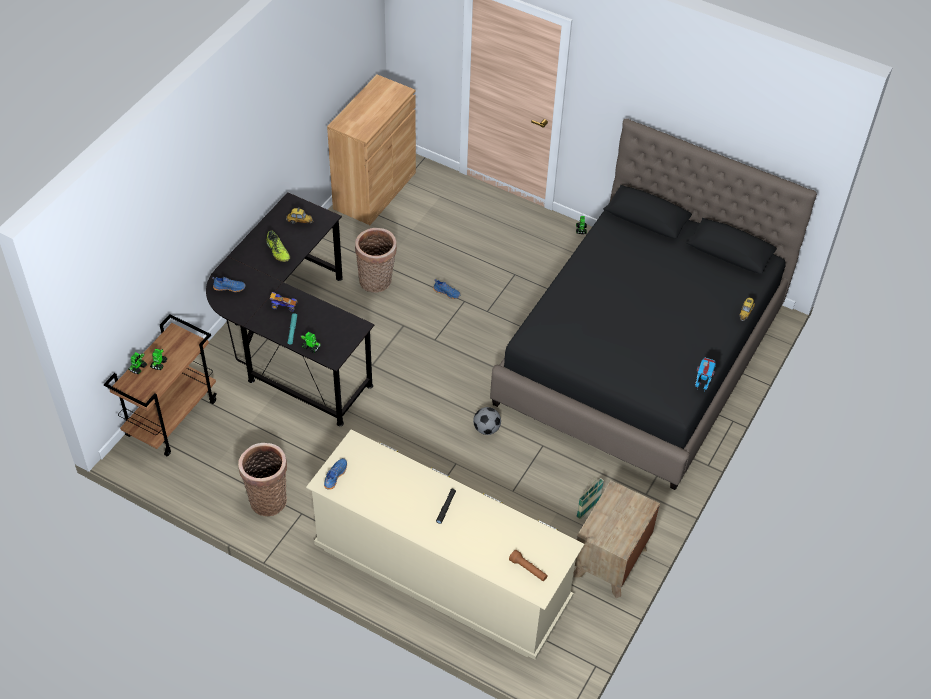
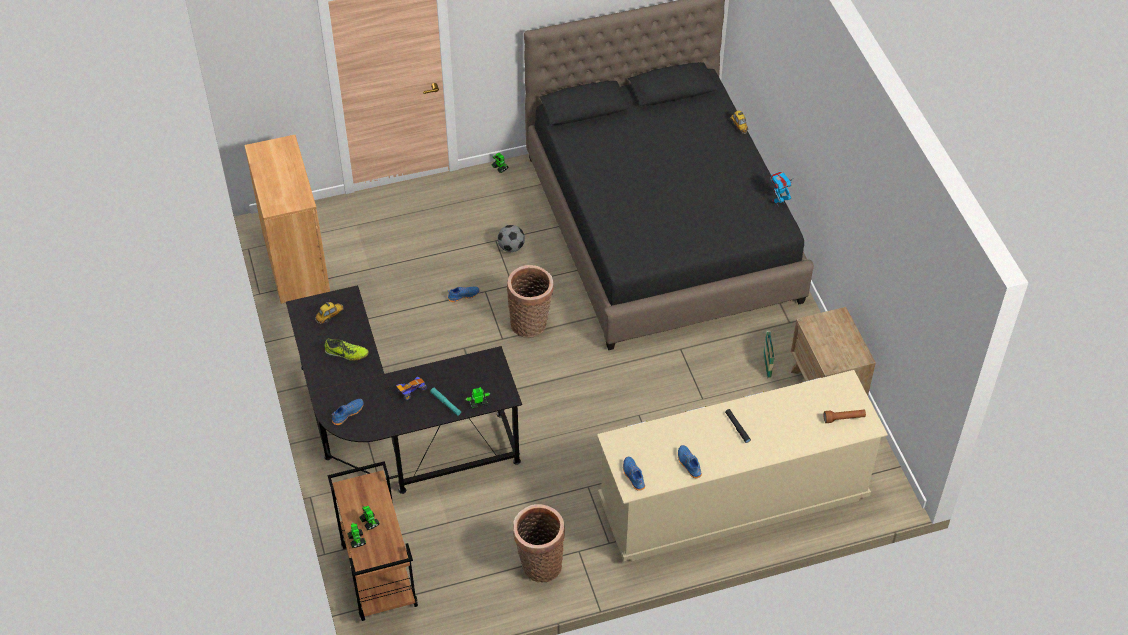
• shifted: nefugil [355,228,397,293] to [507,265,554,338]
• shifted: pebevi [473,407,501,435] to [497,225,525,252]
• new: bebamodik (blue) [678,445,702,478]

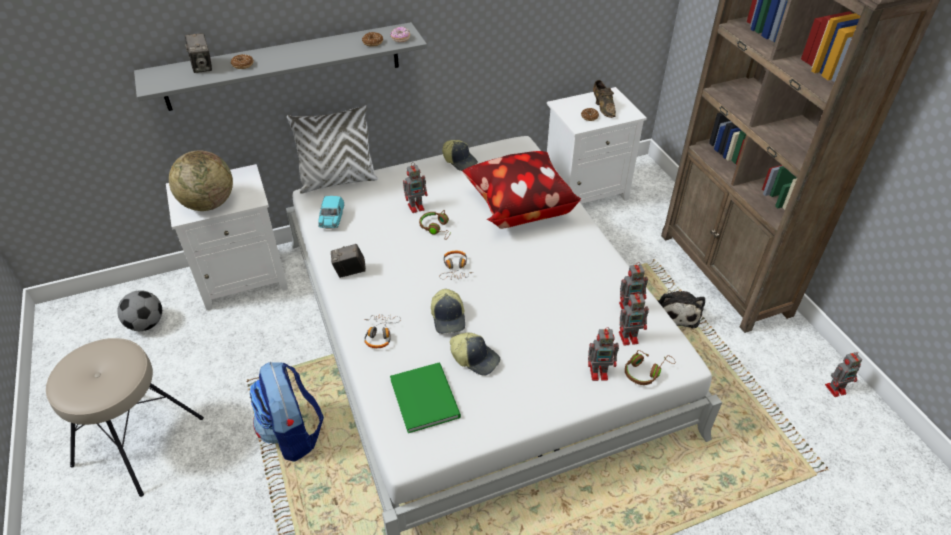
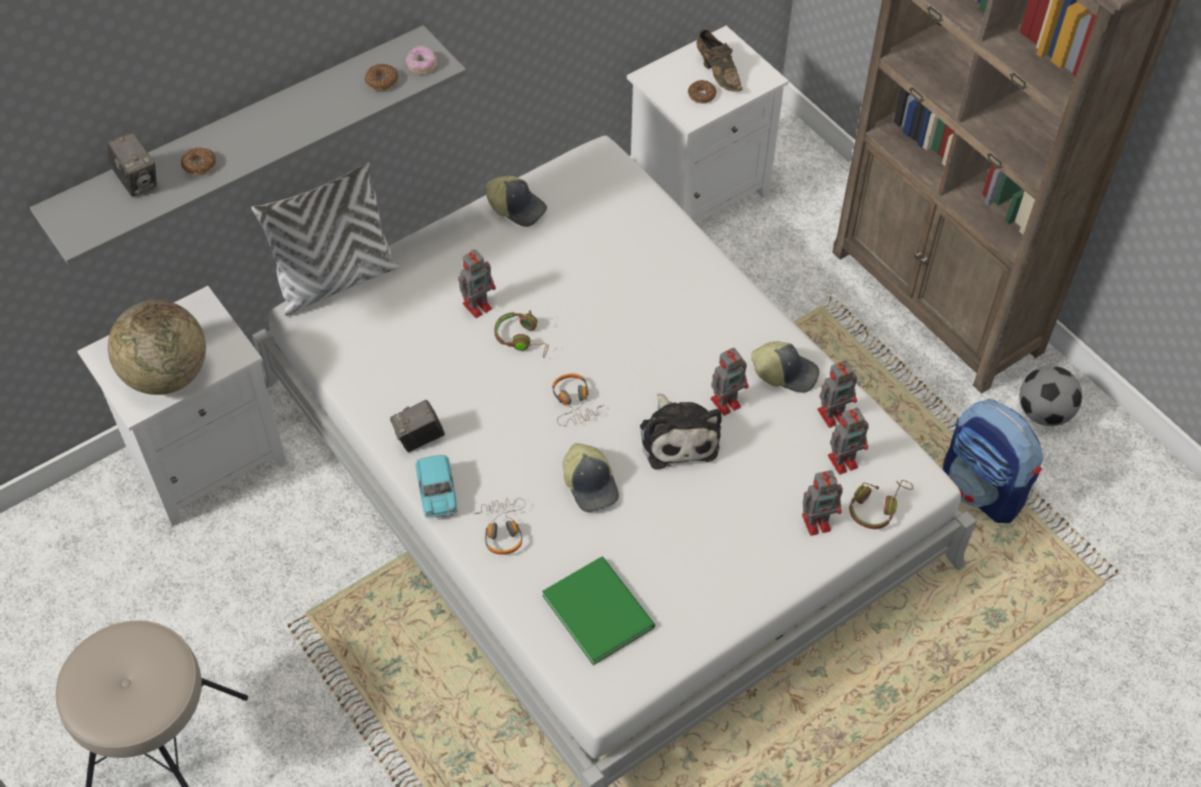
• shifted: pebevi [117,290,162,331] to [1019,366,1082,426]
• shifted: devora [250,362,324,462] to [943,399,1043,523]
• shifted: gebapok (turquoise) [318,196,345,229] to [416,455,458,518]
• shifted: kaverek [450,332,500,376] to [751,341,820,393]
• gone: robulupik [462,151,581,229]
• shifted: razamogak [657,290,705,328] to [640,393,722,469]
• shifted: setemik [825,352,862,397] to [711,348,749,416]

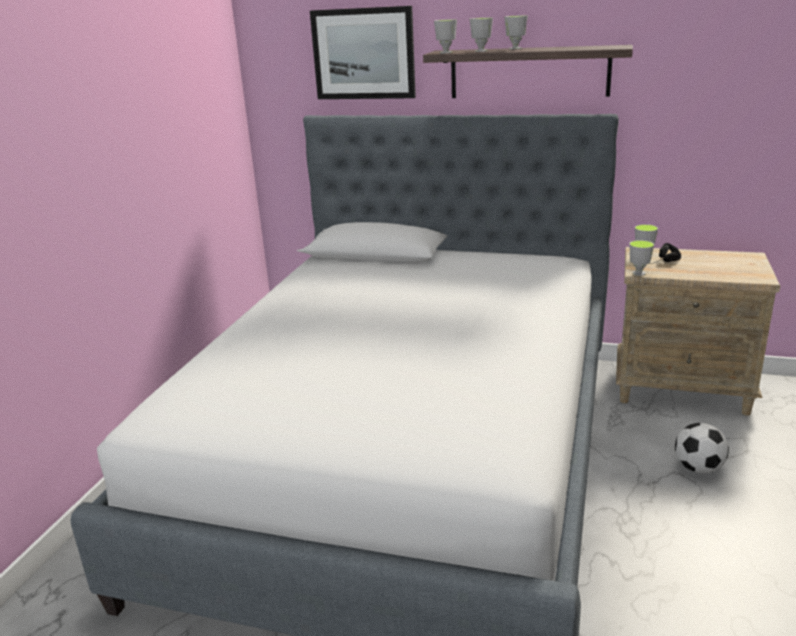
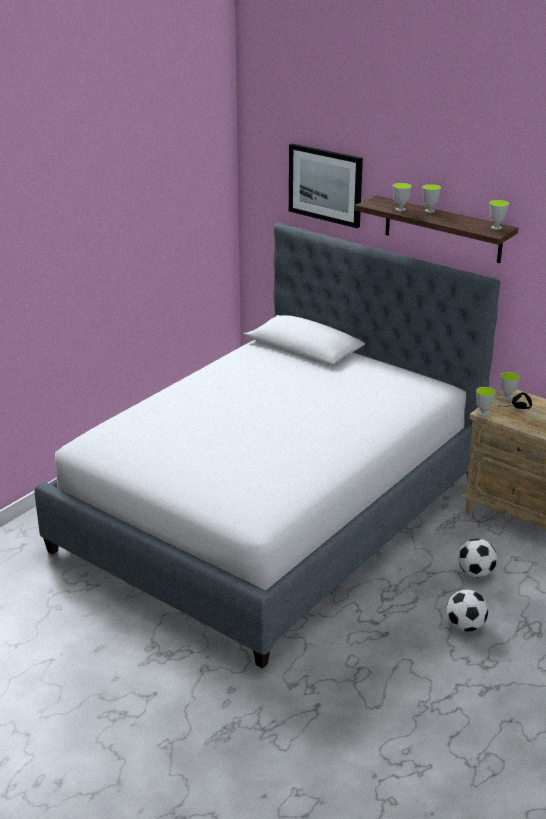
• shifted: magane [434,19,457,53] to [489,200,509,230]
• new: pebevi [446,590,488,632]

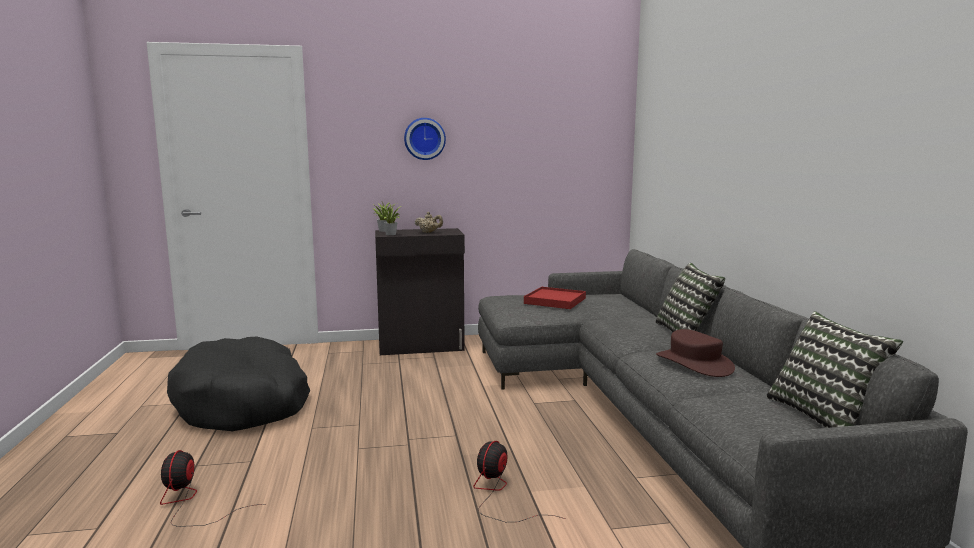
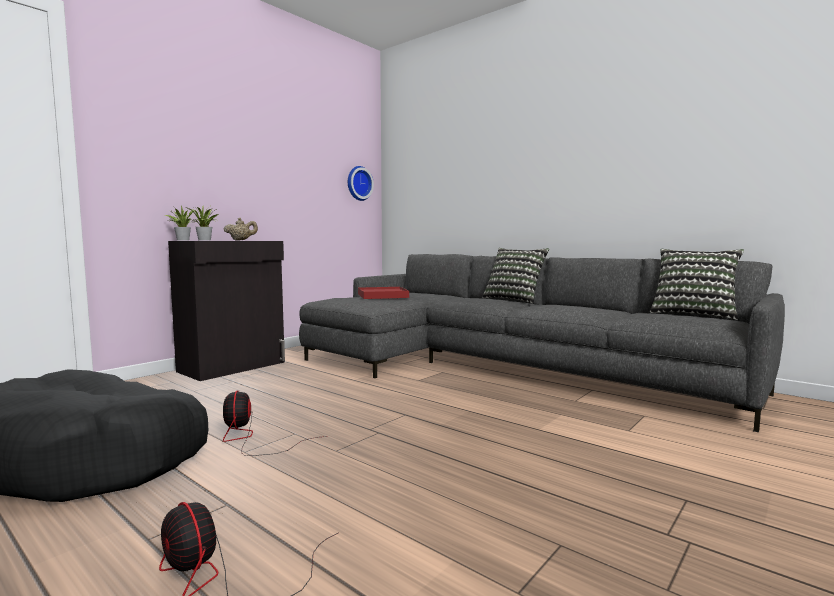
• shifted: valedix [404,118,446,160] to [348,166,374,201]
• shifted: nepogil [473,441,565,522] to [223,390,327,456]
• gone: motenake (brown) [656,329,735,377]

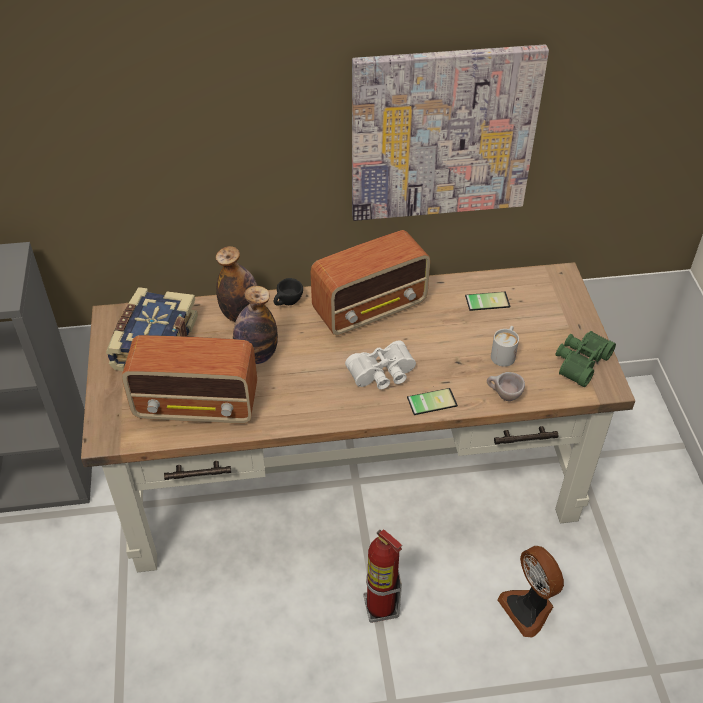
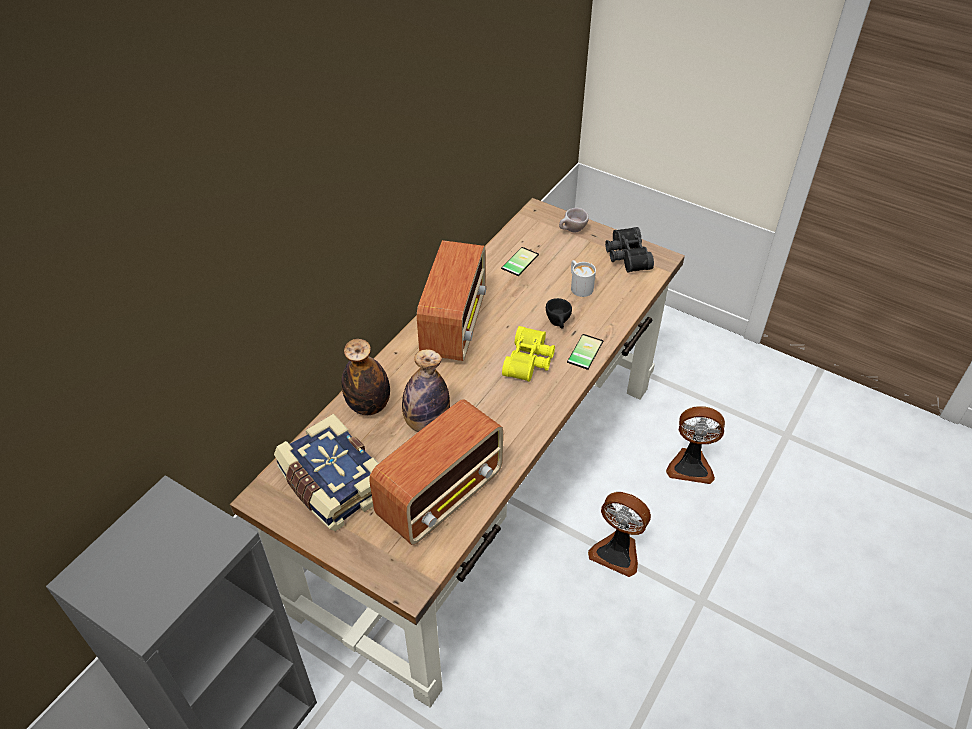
• shifted: magane (black) [274,278,303,306] to [546,298,572,329]
• repainted: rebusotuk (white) [345,341,416,389] to rebusotuk (yellow) [502,326,555,382]
• gone: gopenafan [352,44,549,221]
• swapped: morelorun [363,529,402,623] to nepogil [588,492,651,577]
• shifted: magane (beige) [487,372,525,401] to [559,208,589,233]
• repainted: rebusotuk (green) [555,331,616,387] to rebusotuk (black) [605,227,654,273]

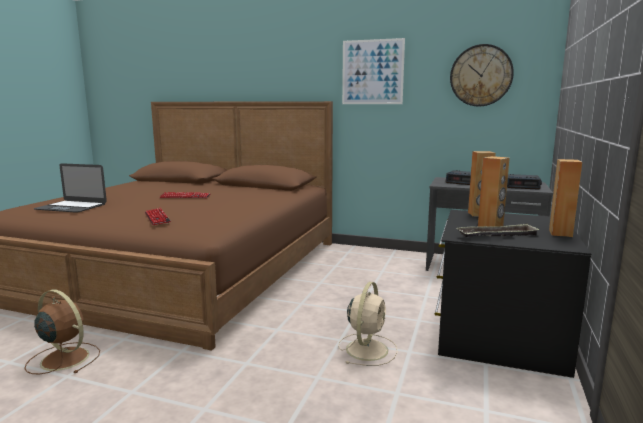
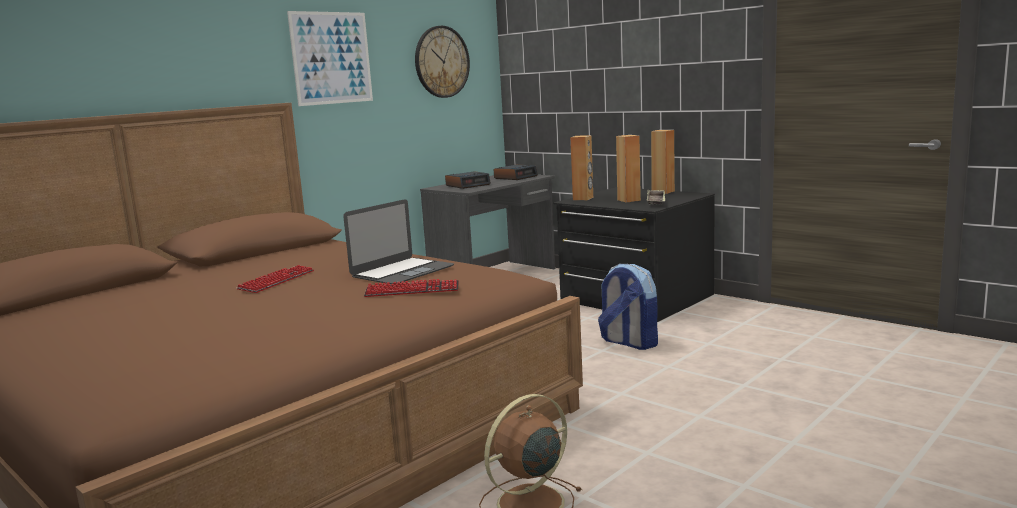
• shifted: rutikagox [34,163,107,213] to [343,199,454,285]
• swapped: nepogil (beige) [338,282,398,366] to devora [598,264,658,350]

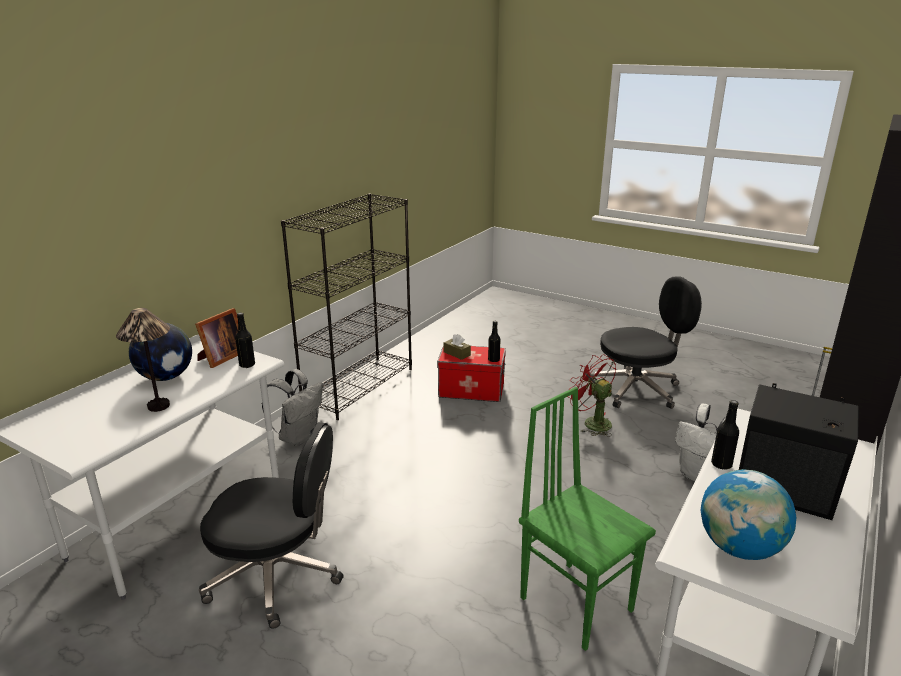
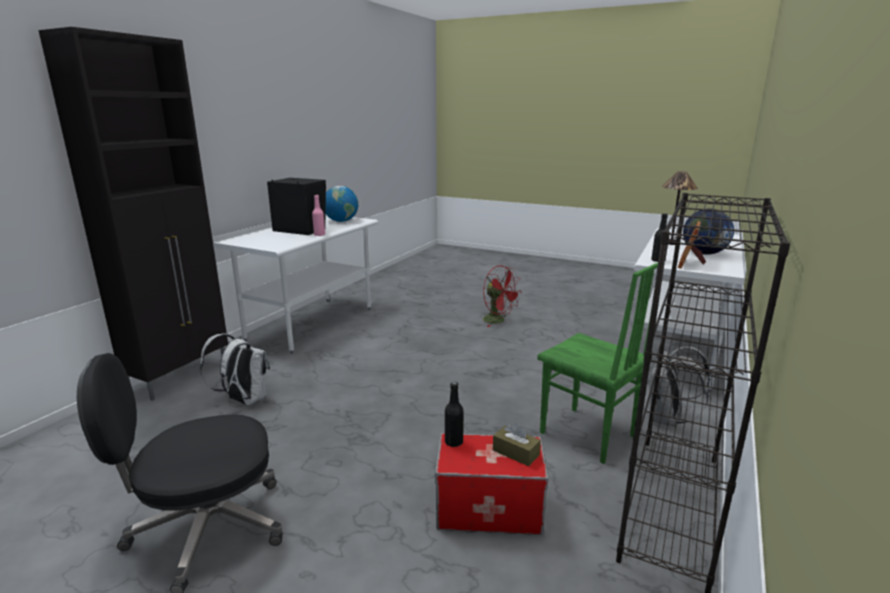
• gone: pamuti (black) [199,422,344,629]
• shifted: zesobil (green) [519,387,656,651] to [537,263,658,464]
• shifted: nepogil (red) [569,354,616,436] to [483,265,522,327]
• repainted: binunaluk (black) [711,400,739,470] to binunaluk (pink) [312,195,325,236]

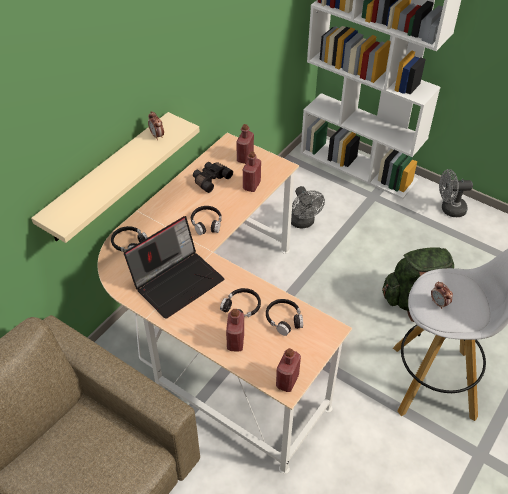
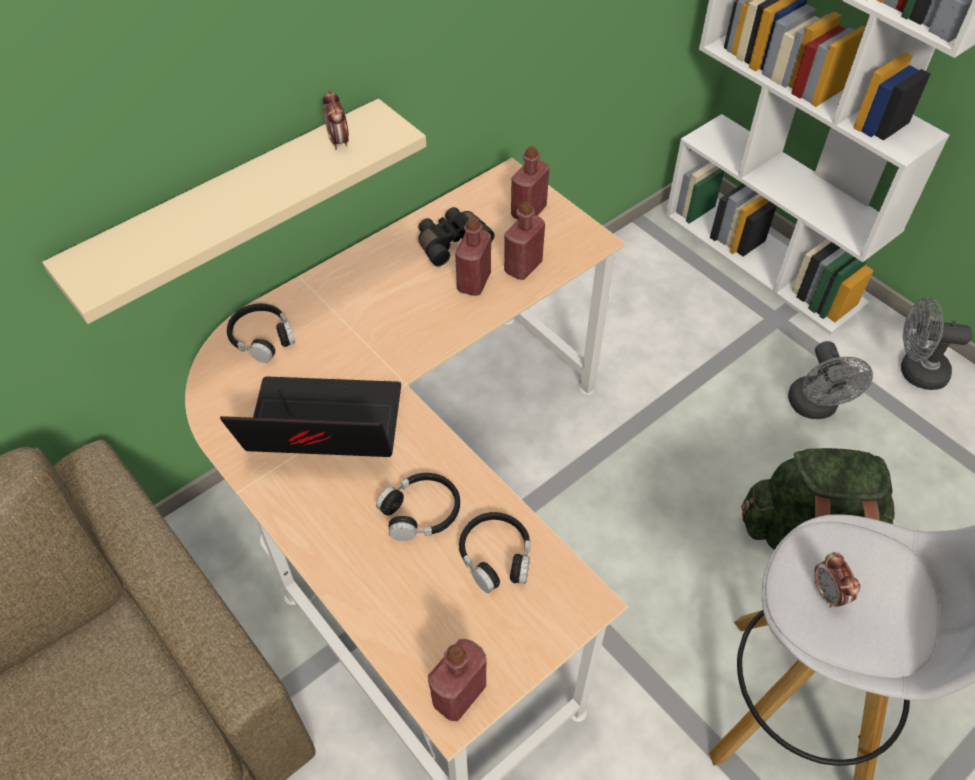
• rotated: rutikagox [124,216,224,319] = [220,376,401,457] 150 degrees counterclockwise
• gone: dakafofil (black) [191,206,222,235]
• shifted: binunaluk (red) [226,309,244,352] to [455,217,491,296]
• shifted: nepogil (grey) [291,186,325,229] to [788,341,873,419]

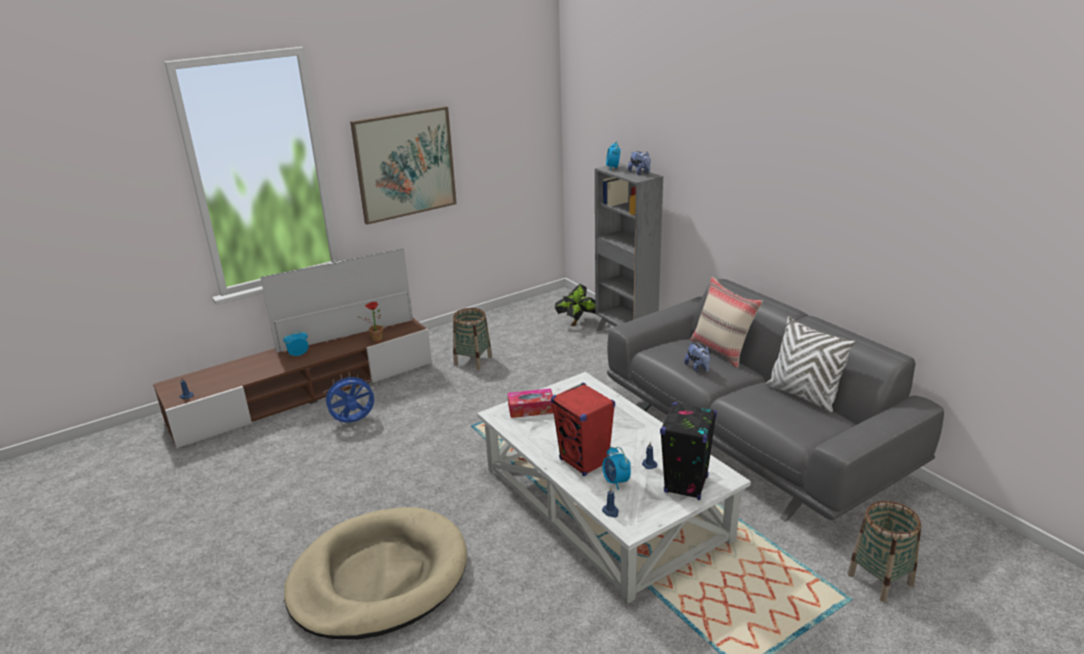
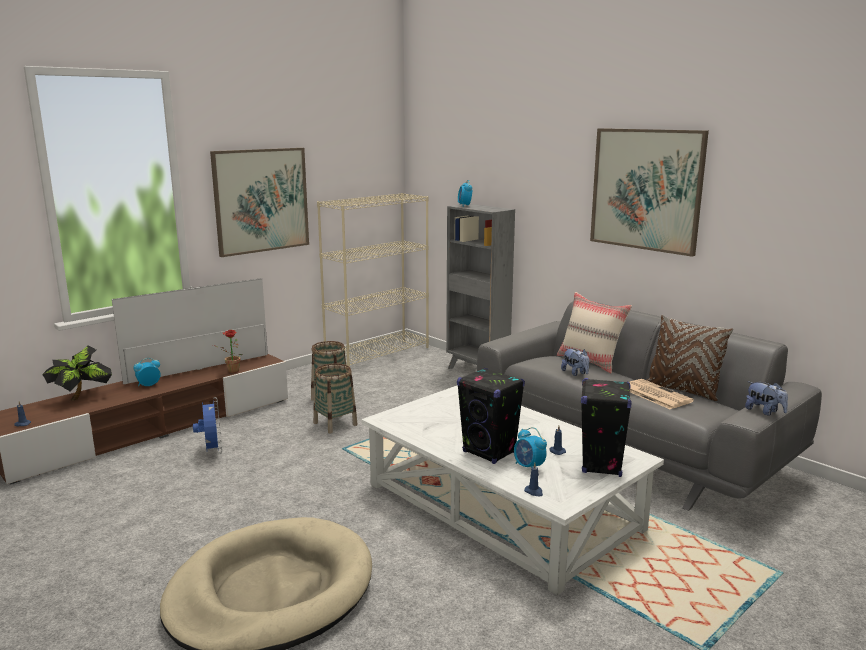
• rotated: nepogil (blue) [322,374,375,423] = [193,397,222,454] 105 degrees clockwise
• gone: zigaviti [508,388,554,418]
• repainted: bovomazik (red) [551,383,615,476] to bovomazik (black) [457,368,525,464]
• shifted: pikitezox [555,284,595,326] to [42,345,112,400]
• shifted: razamogak [628,151,651,175] to [745,382,788,415]
• repainted: robulupik (white) [766,316,855,412] to robulupik (brown) [647,315,733,401]
• shifted: nefugil [847,501,921,602] to [313,364,358,433]
• new: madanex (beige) [317,193,429,367]
• new: gopenafan [590,128,709,257]
• new: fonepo [629,379,694,409]

